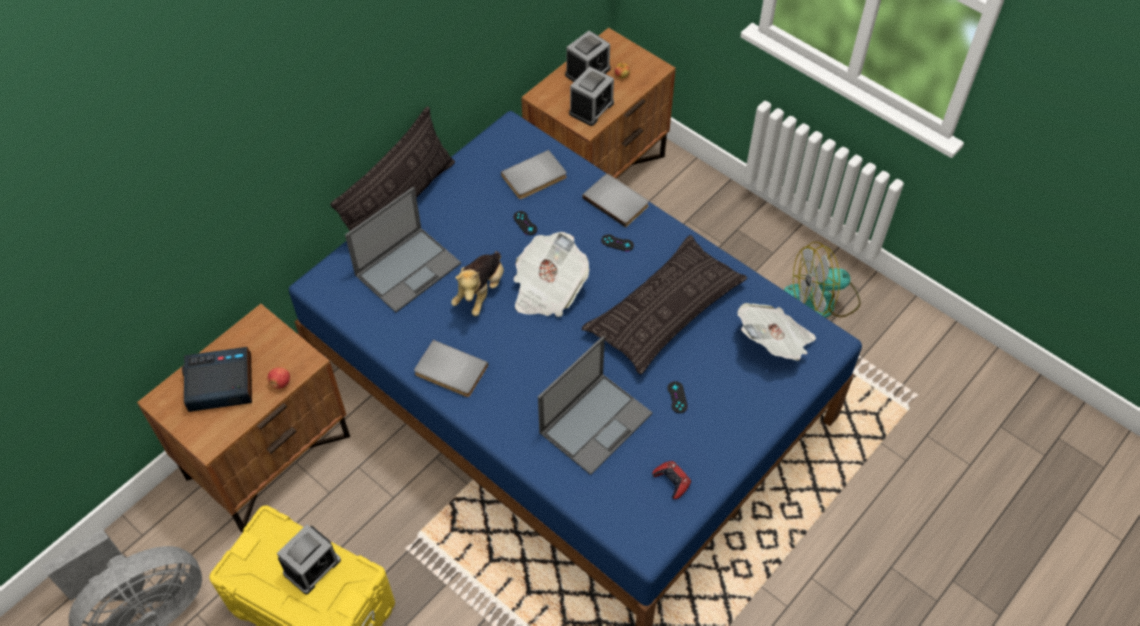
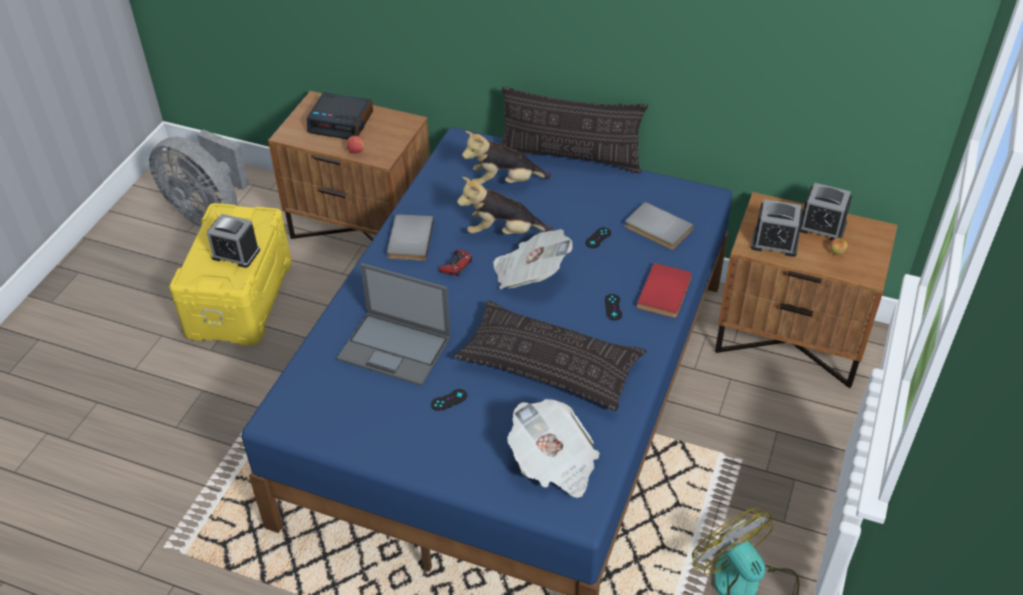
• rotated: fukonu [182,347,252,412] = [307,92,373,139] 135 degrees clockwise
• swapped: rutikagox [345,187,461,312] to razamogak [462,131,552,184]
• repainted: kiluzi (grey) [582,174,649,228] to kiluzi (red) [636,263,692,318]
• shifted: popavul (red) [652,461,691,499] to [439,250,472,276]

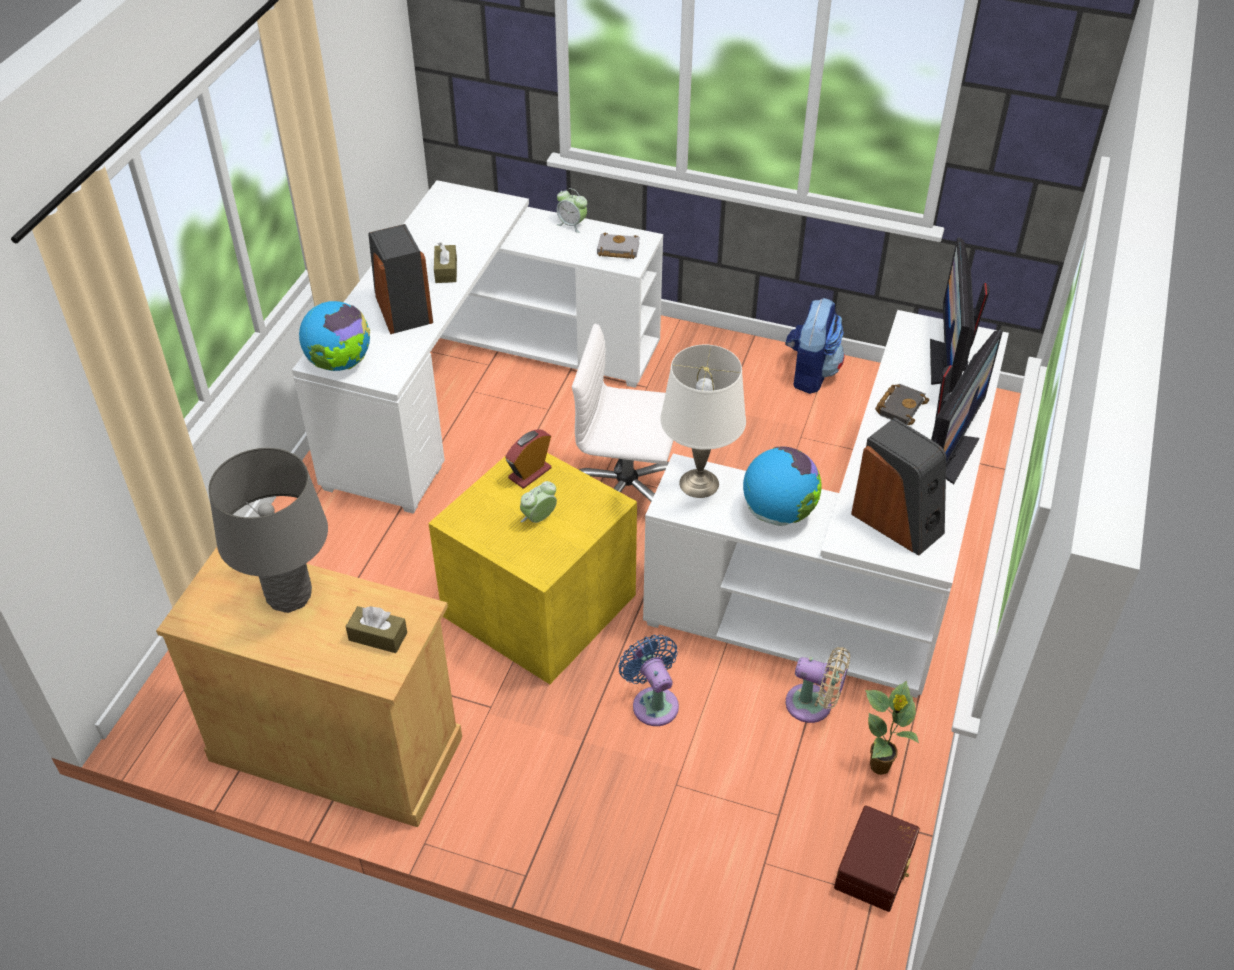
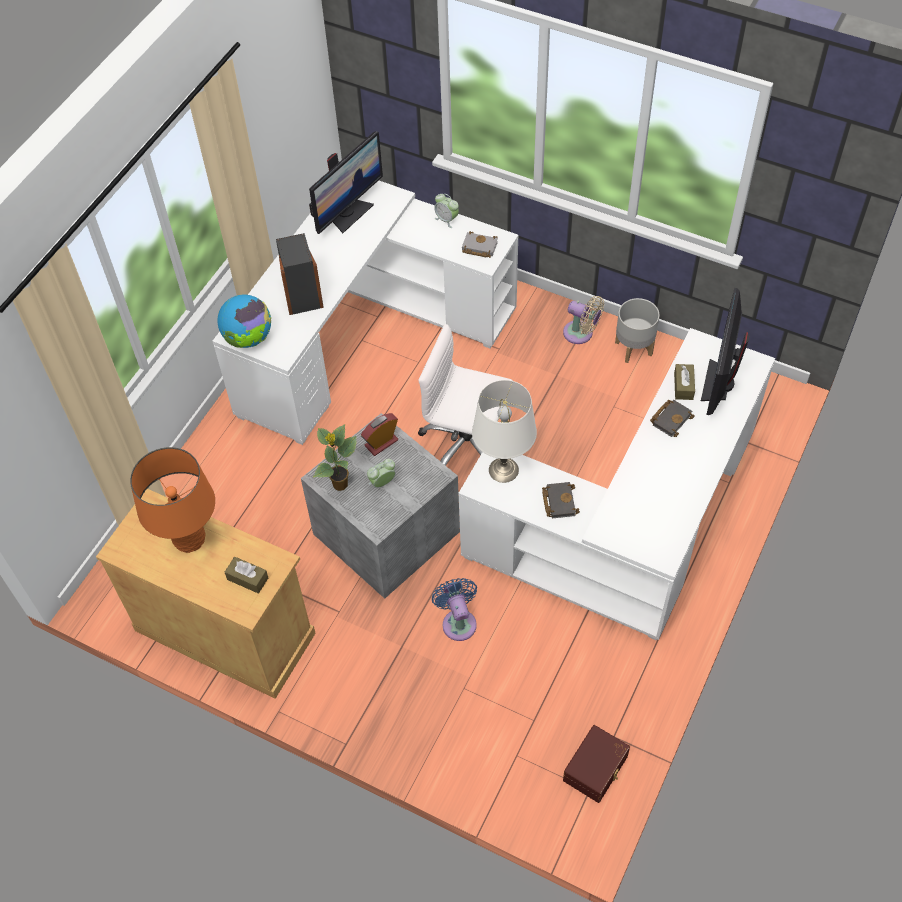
• repainted: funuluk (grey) [208,448,328,613] to funuluk (orange) [130,447,215,553]
• repainted: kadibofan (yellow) [428,453,637,684] to kadibofan (grey) [301,413,460,599]
• shifted: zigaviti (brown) [434,242,457,283] to [674,364,695,400]
• swapped: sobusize [743,446,822,526] to kiluzi (black) [542,482,580,519]
• swapped: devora [785,298,845,394] to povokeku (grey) [615,298,659,363]
• shifted: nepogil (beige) [786,647,850,723] to [563,296,604,344]
• gone: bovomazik [851,418,946,556]
• shifted: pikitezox [865,681,919,775] to [313,424,356,491]
• shifted: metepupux [931,330,1003,484] to [309,131,383,234]

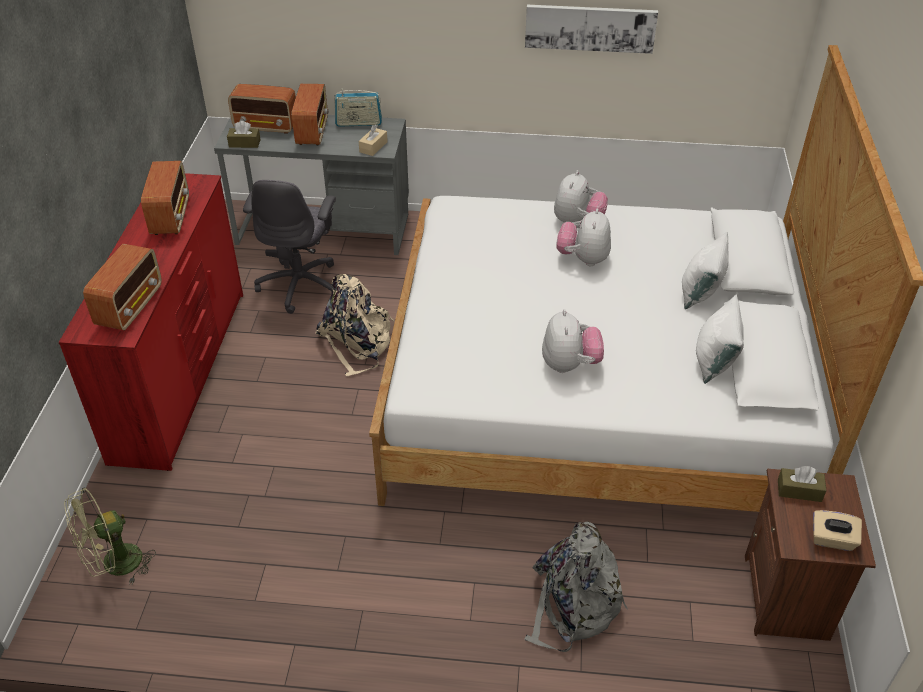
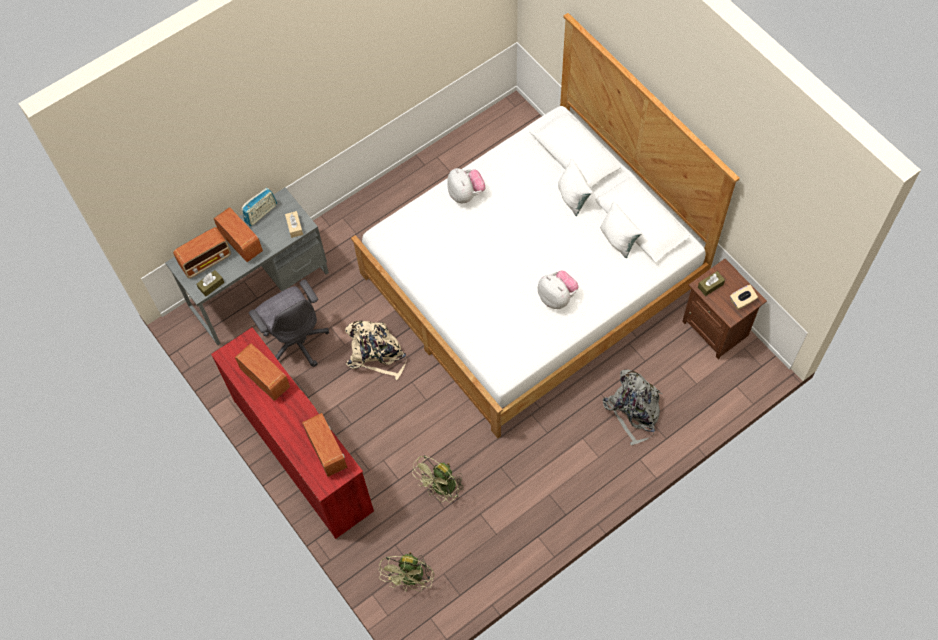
• gone: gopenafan [525,5,658,54]
• gone: razamogak [556,208,611,266]
• new: nepogil (green) [412,455,464,502]

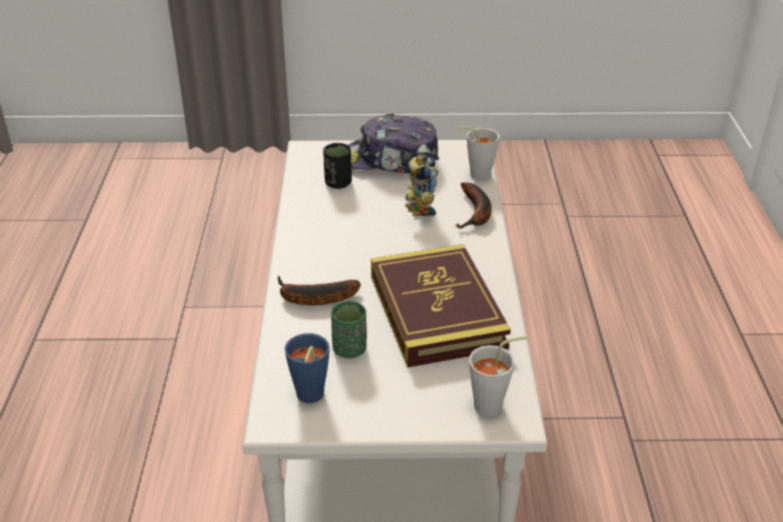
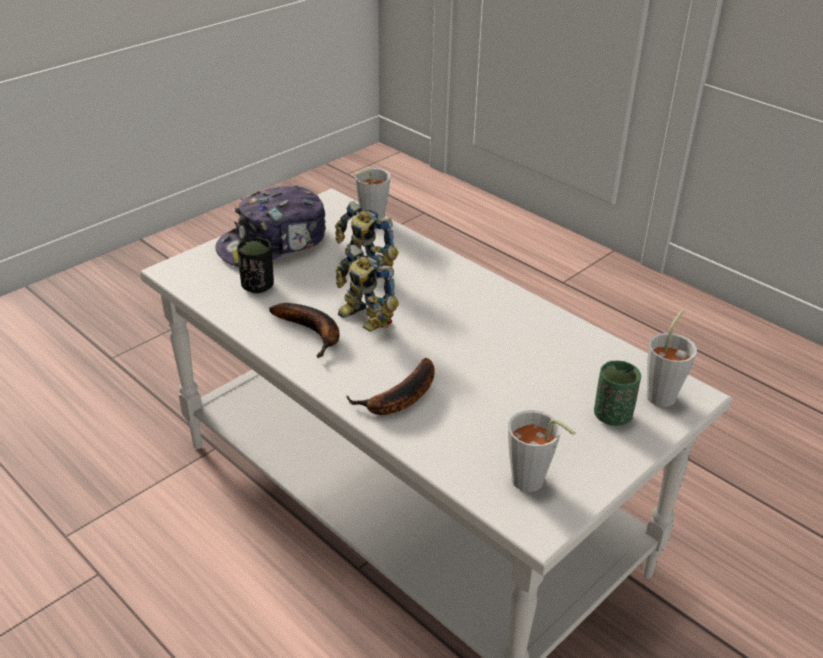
• repainted: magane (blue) [284,333,330,403] to magane (grey) [508,410,575,492]
• shifted: magane (green) [331,301,367,358] to [594,360,641,426]
• gone: kiluzi [371,244,511,368]
• shifted: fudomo [455,182,492,229] to [269,303,340,358]
• new: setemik [336,245,399,332]

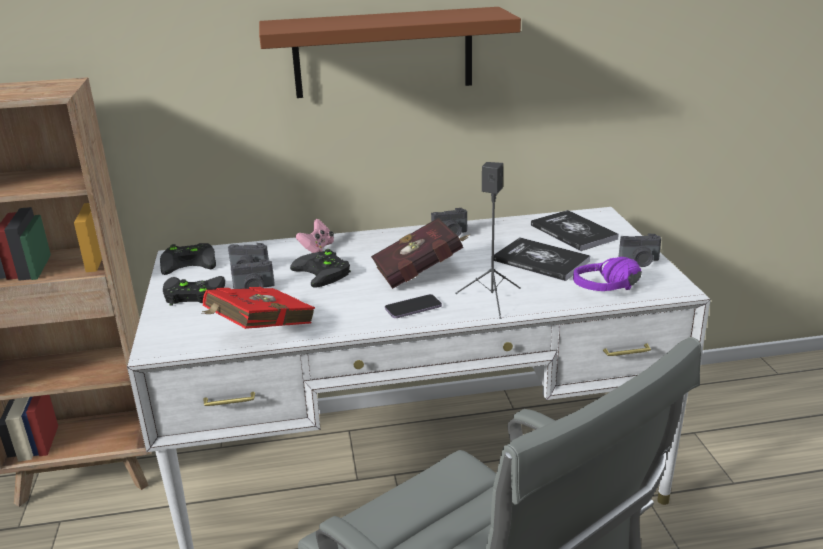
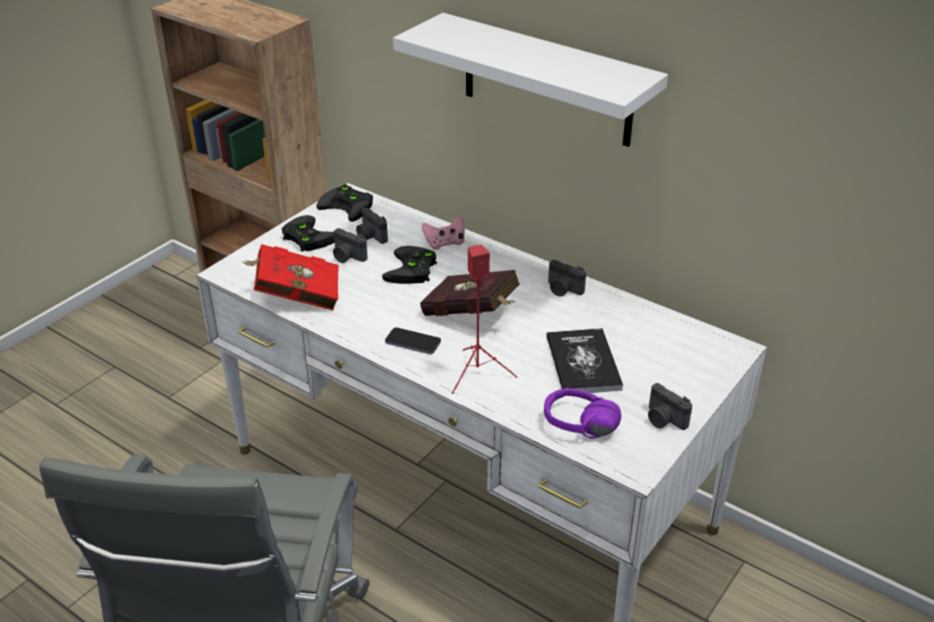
• repainted: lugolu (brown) [259,7,521,98] to lugolu (white) [393,13,668,147]
• repainted: bovomazik (black) [455,162,521,319] to bovomazik (red) [452,245,517,394]
• gone: kiluzi [531,210,619,251]

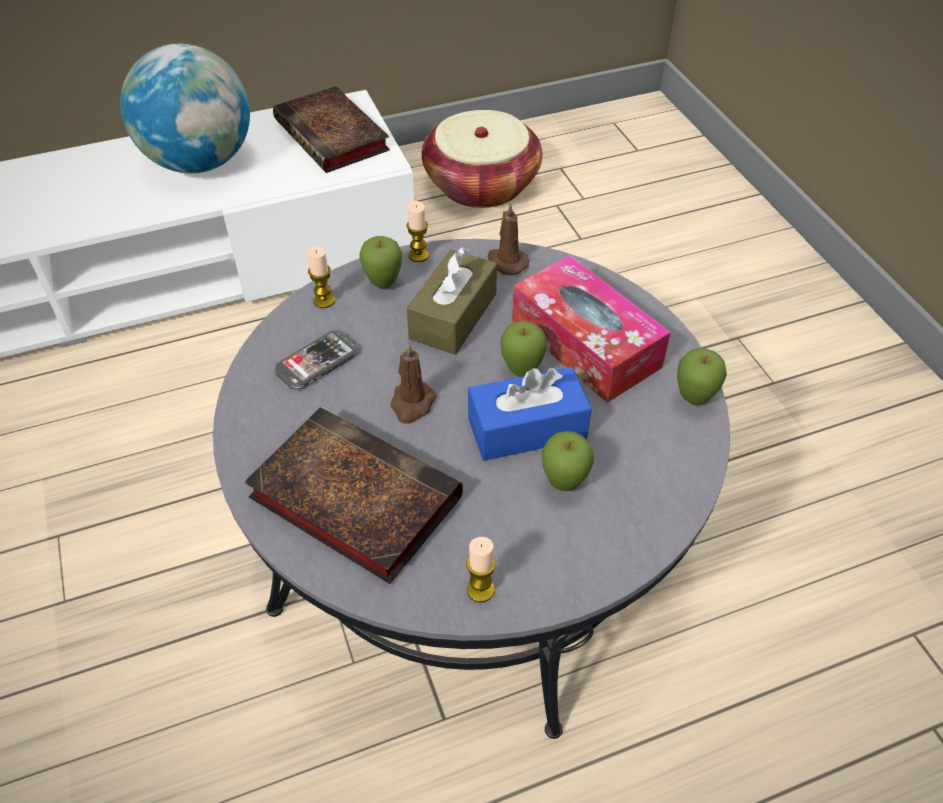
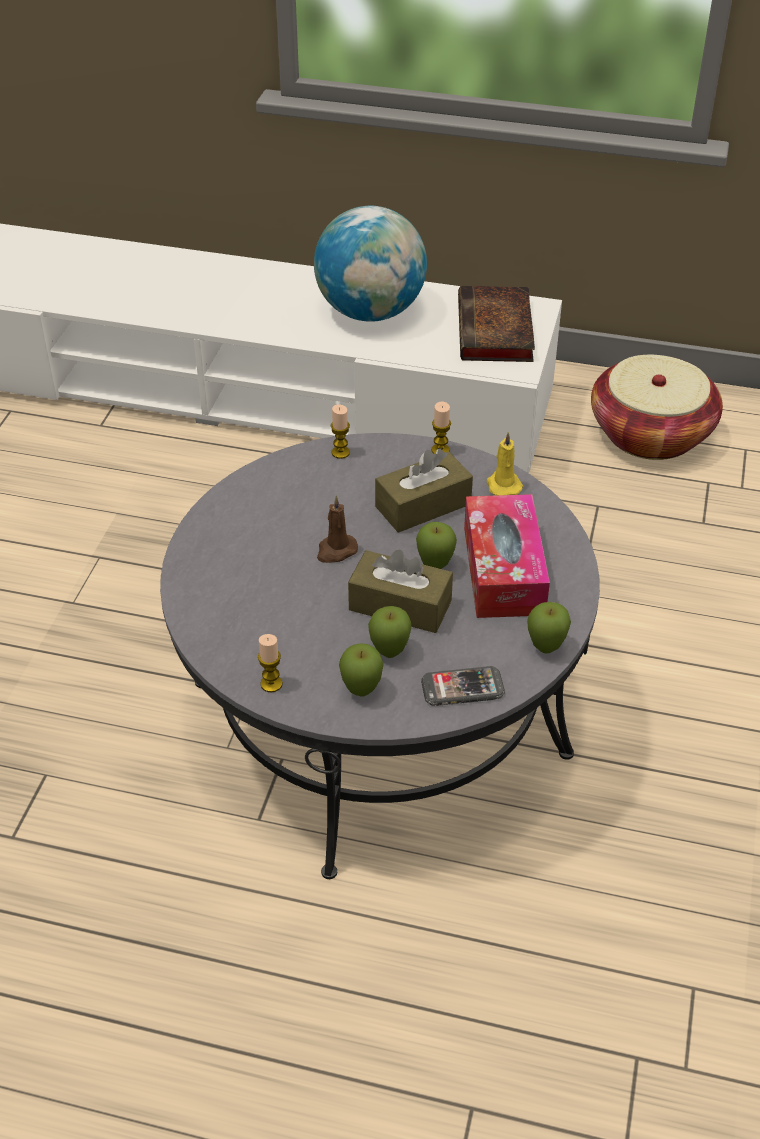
• gone: kiluzi [244,407,463,584]
• shifted: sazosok [274,330,359,390] to [421,666,505,706]
• shifted: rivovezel [360,236,402,289] to [339,643,384,697]
• repainted: zigaviti (blue) [468,367,592,461] to zigaviti (brown) [348,550,453,633]
• repainted: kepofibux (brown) [488,202,529,275] to kepofibux (yellow) [487,432,523,495]

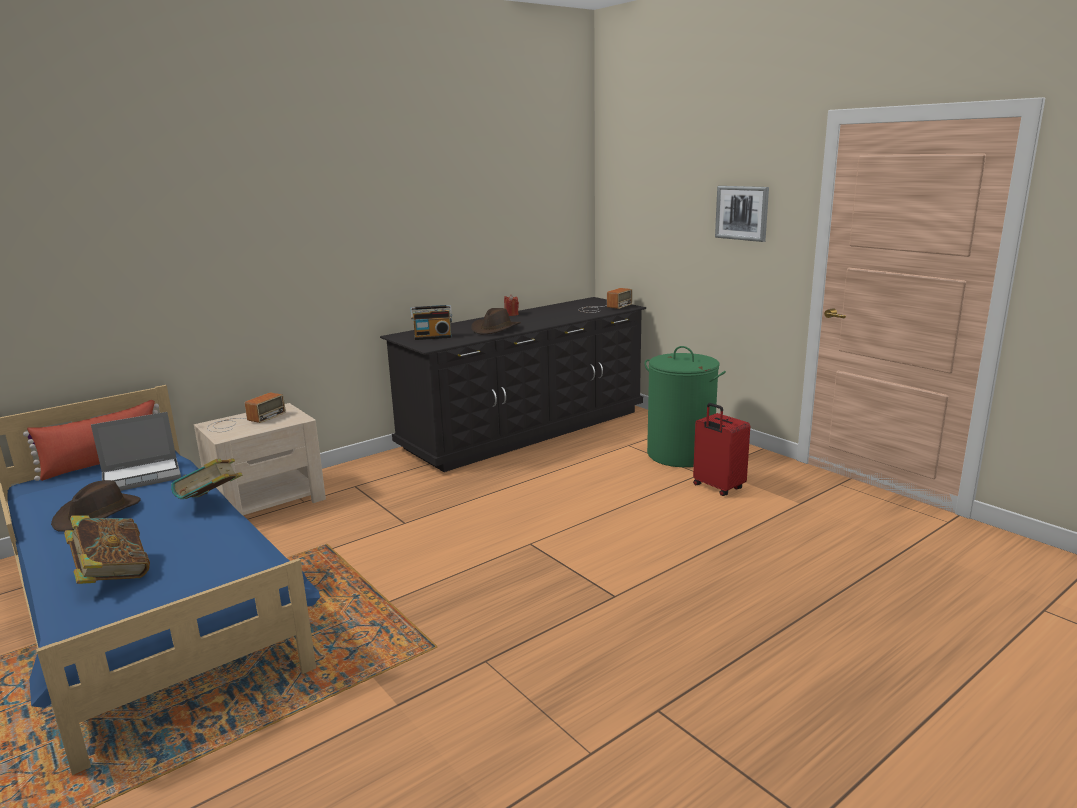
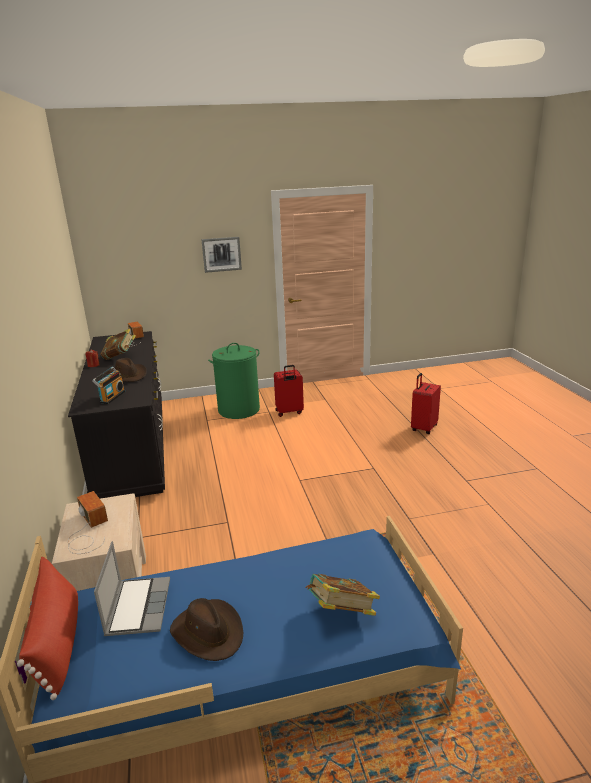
• shifted: kiluzi [171,458,242,499] to [101,329,136,360]
• new: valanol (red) [411,373,441,434]

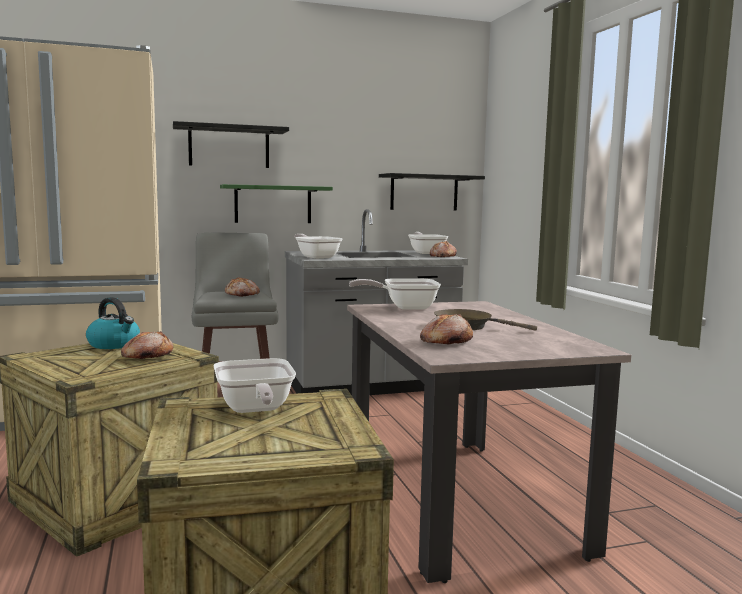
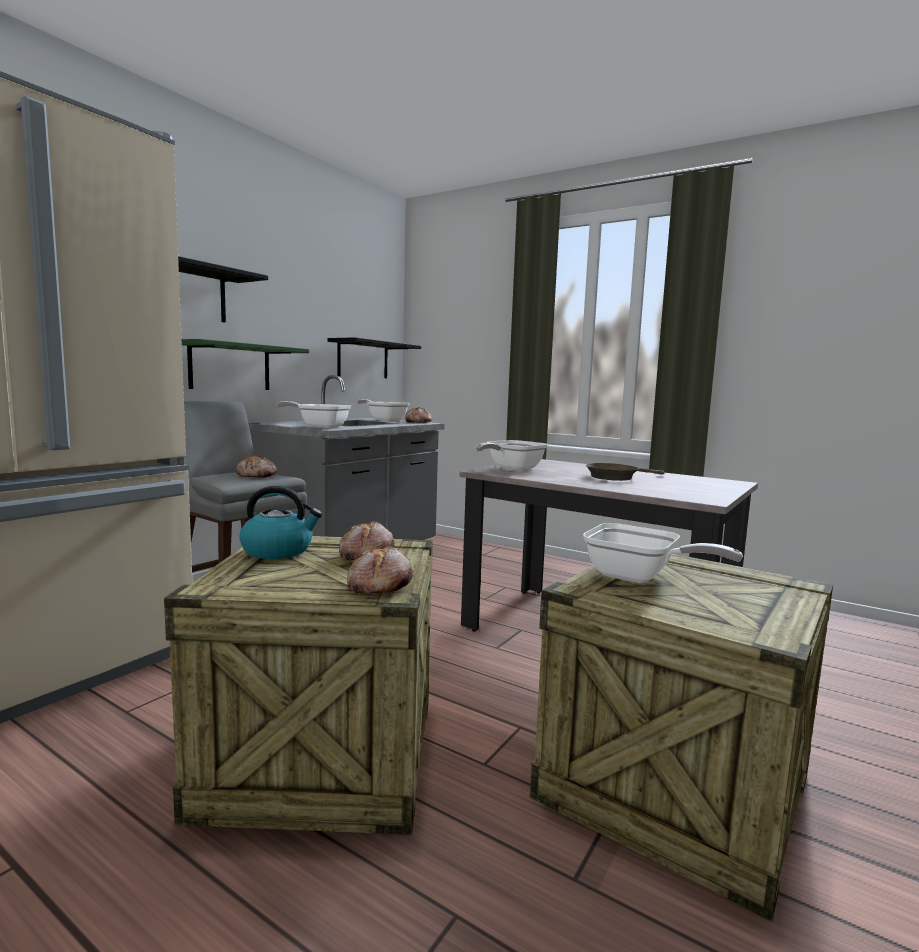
• shifted: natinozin [420,314,473,344] to [347,545,413,594]

